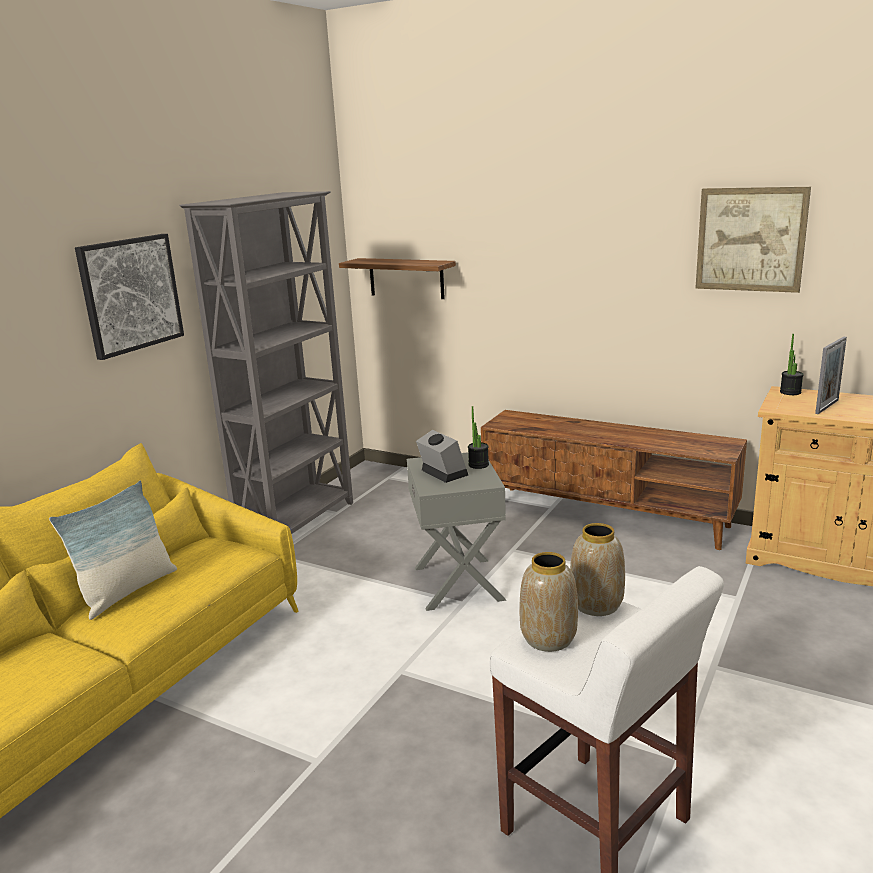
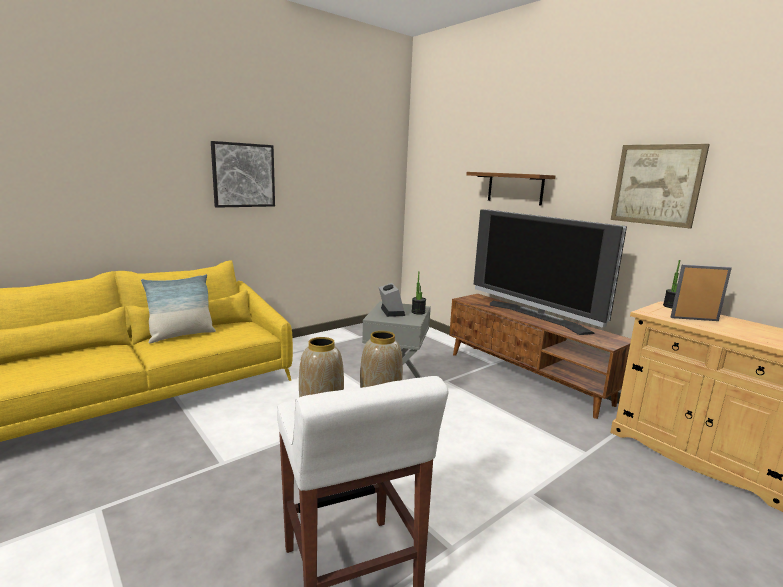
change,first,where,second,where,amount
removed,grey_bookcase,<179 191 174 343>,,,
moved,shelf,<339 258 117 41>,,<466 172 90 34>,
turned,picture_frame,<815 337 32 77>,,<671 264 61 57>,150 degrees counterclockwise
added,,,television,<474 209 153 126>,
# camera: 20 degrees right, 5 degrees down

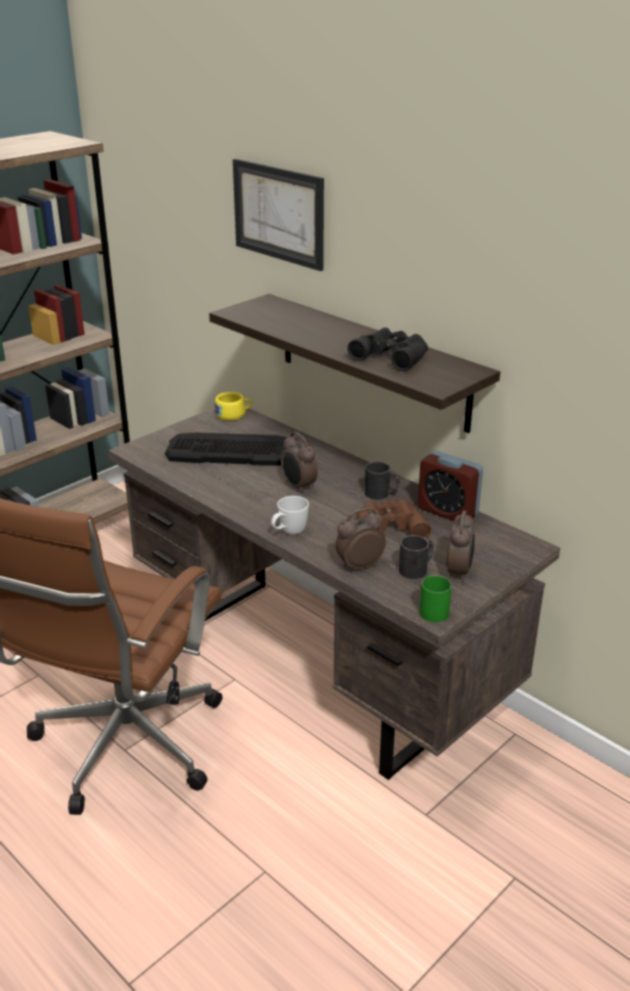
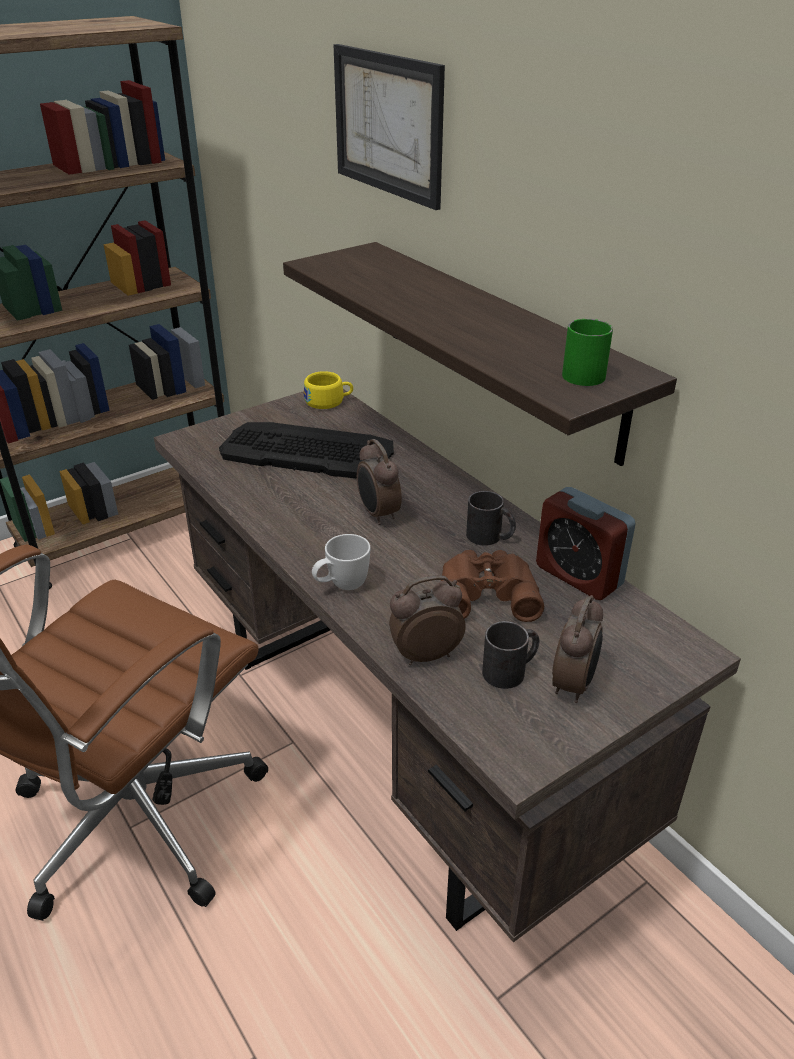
change,first,where,second,where,amount
removed,black_binoculars,<347 328 81 43>,,,
moved,green_mug,<419 575 33 47>,,<562 319 51 67>,
# camera: 10 degrees right, 5 degrees up

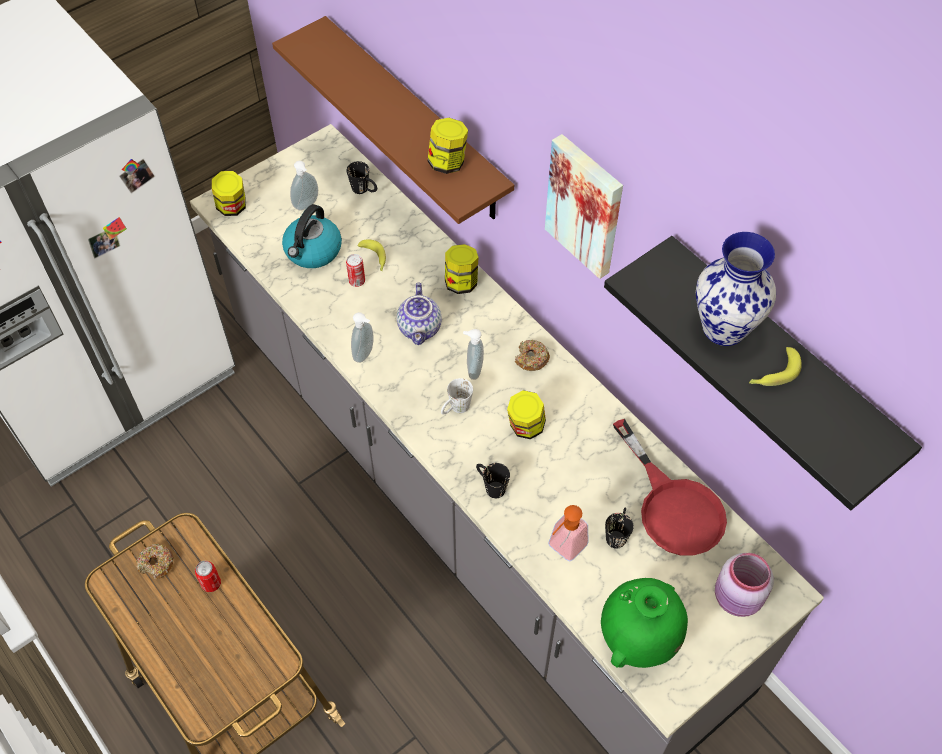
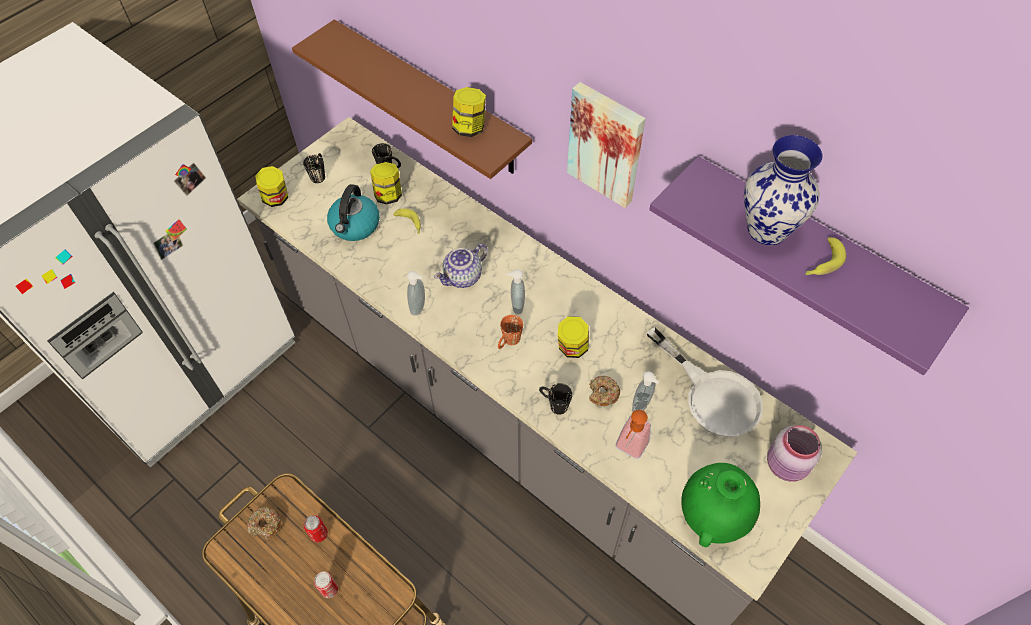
change,first,where,second,where,amount
moved,soap_dispenser,<290 161 28 49>,,<632 371 28 41>,
moved,can,<346 254 19 33>,,<314 572 24 26>,
turned,teapot,<397 283 45 62>,,<434 243 54 45>,60 degrees clockwise
recoloured,white_mug,<441 378 32 37>,orange_mug,<498 315 25 34>,
moved,jar,<445 244 33 50>,,<370 162 32 42>,
moved,donut,<515 340 35 31>,,<589 376 31 30>,
recoloured,black_shelf,<604 236 318 274>,purple_shelf,<649 156 320 219>,
moved,black_mug,<605 507 29 42>,,<303 153 22 30>,
recoloured,red_frying_pan,<613 419 114 136>,white_frying_pan,<647 327 116 110>,
# camera: 10 degrees left, 0 degrees up

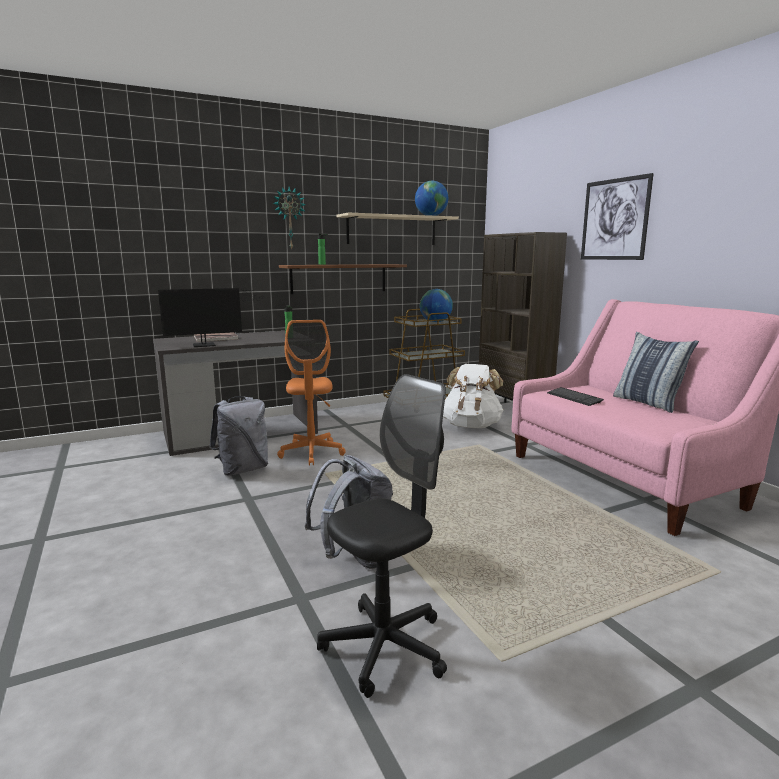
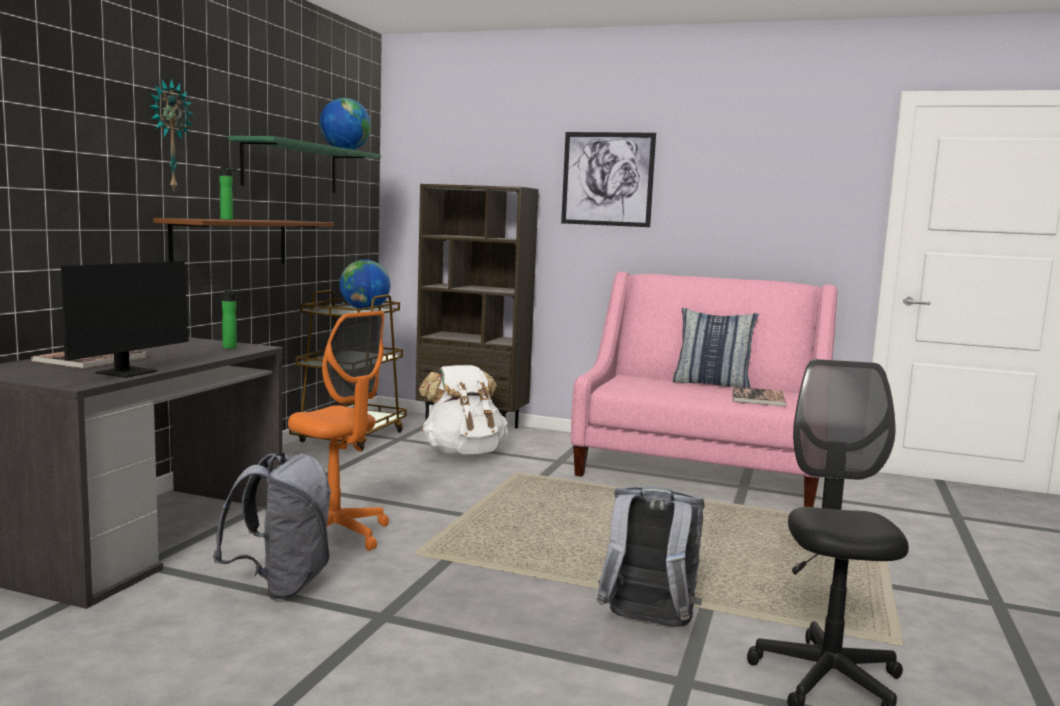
change,first,where,second,where,amount
recoloured,beige_shelf,<336 212 123 33>,green_shelf,<229 136 152 57>,
removed,keyboard,<547 387 57 19>,,,
added,,,book,<732 387 54 19>,
# camera: 45 degrees left, 5 degrees down

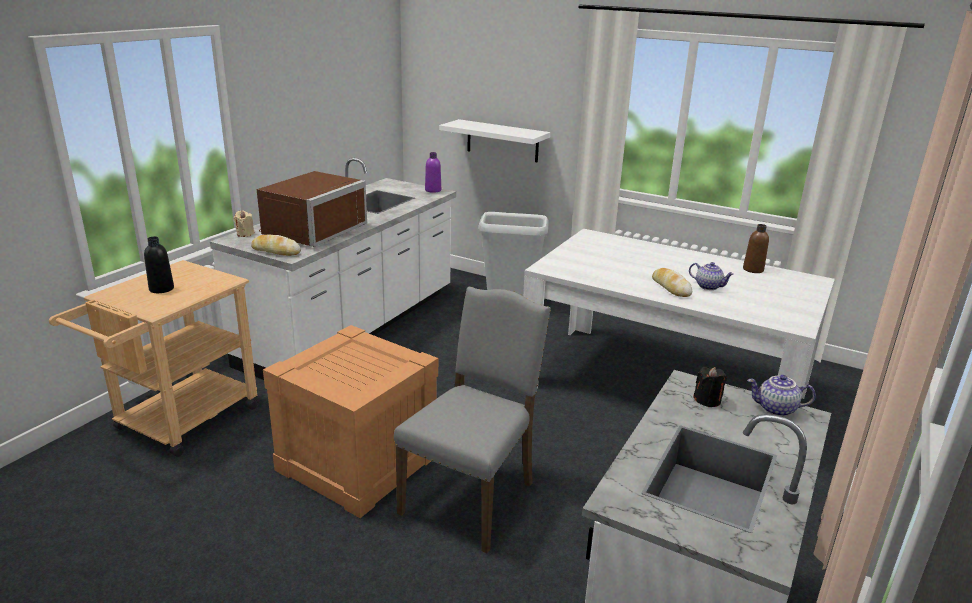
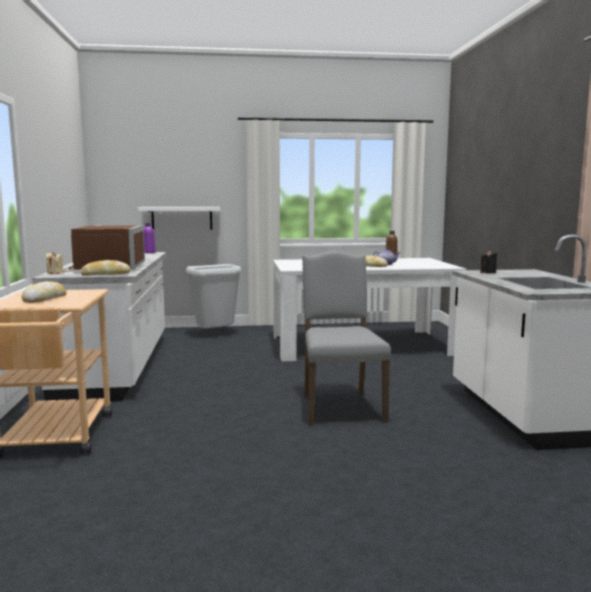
change,first,where,second,where,amount
replaced,black_bottle,<144 236 30 57>,bread,<22 281 45 22>,
removed,crate,<263 325 175 193>,,,
removed,teapot,<747 375 69 42>,,,
# camera: 35 degrees left, 15 degrees down

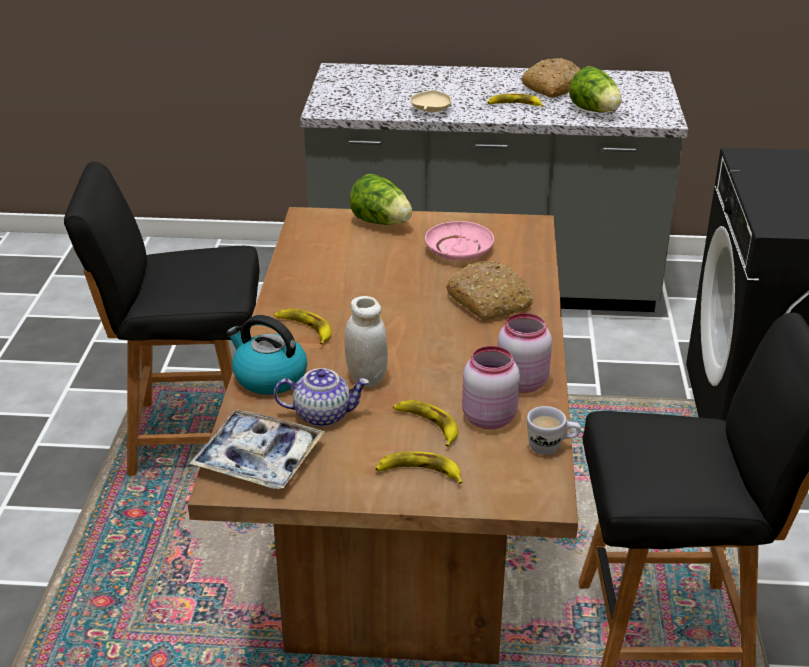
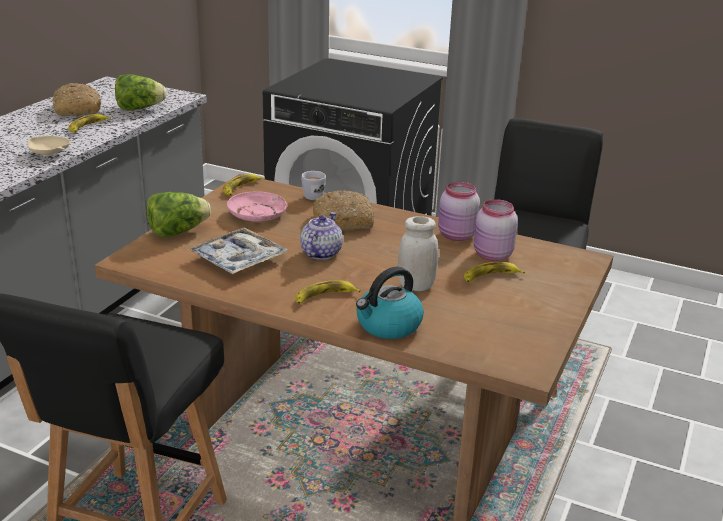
change,first,where,second,where,amount
moved,tray,<189 409 136 80>,,<188 227 100 47>,
moved,teapot,<274 368 95 59>,,<300 212 43 48>,
moved,banana,<375 452 88 32>,,<223 174 42 22>,
moved,white_mug,<527 406 54 49>,,<301 171 25 29>,
# camera: 70 degrees left, 5 degrees down

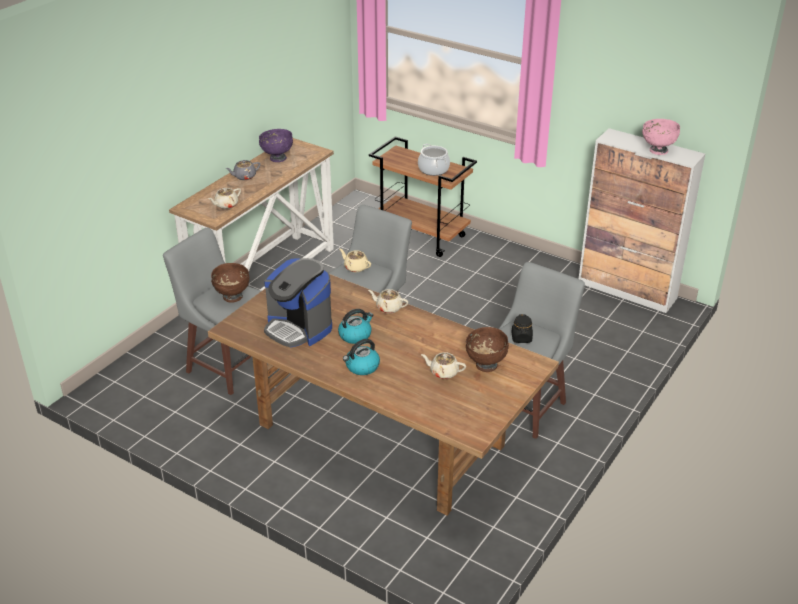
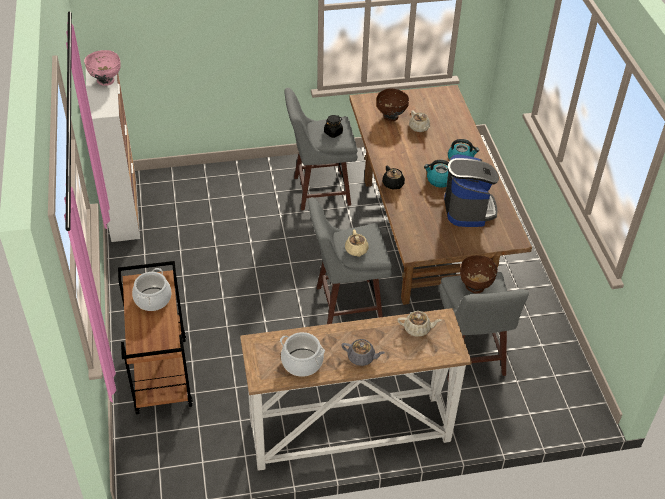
change,first,where,second,where,amount
replaced,purple_bowl,<259 129 34 33>,cooking_pot,<280 332 45 45>,
recoloured,beige_teapot,<368 289 40 24>,black_teapot,<382 166 23 24>,
# camera: 135 degrees left, 10 degrees up

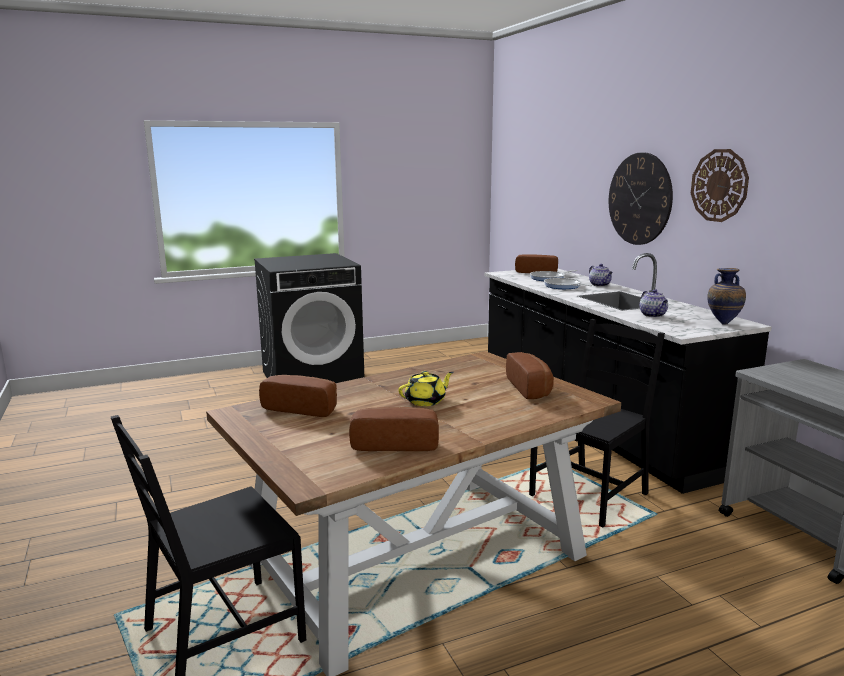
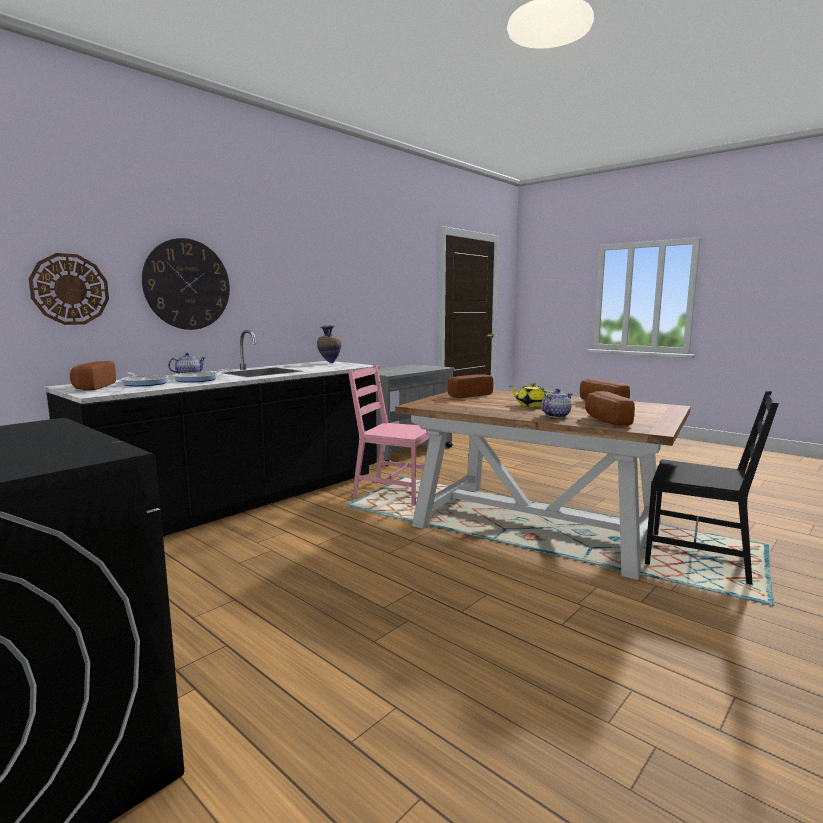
change,first,where,second,where,amount
recoloured,black_chair,<529 319 136 209>,pink_chair,<348 365 82 141>,
moved,teapot,<640 289 28 28>,,<541 389 31 29>,
moved,wall_clock,<691 149 58 73>,,<29 253 80 72>,
# camera: 115 degrees left, 5 degrees down

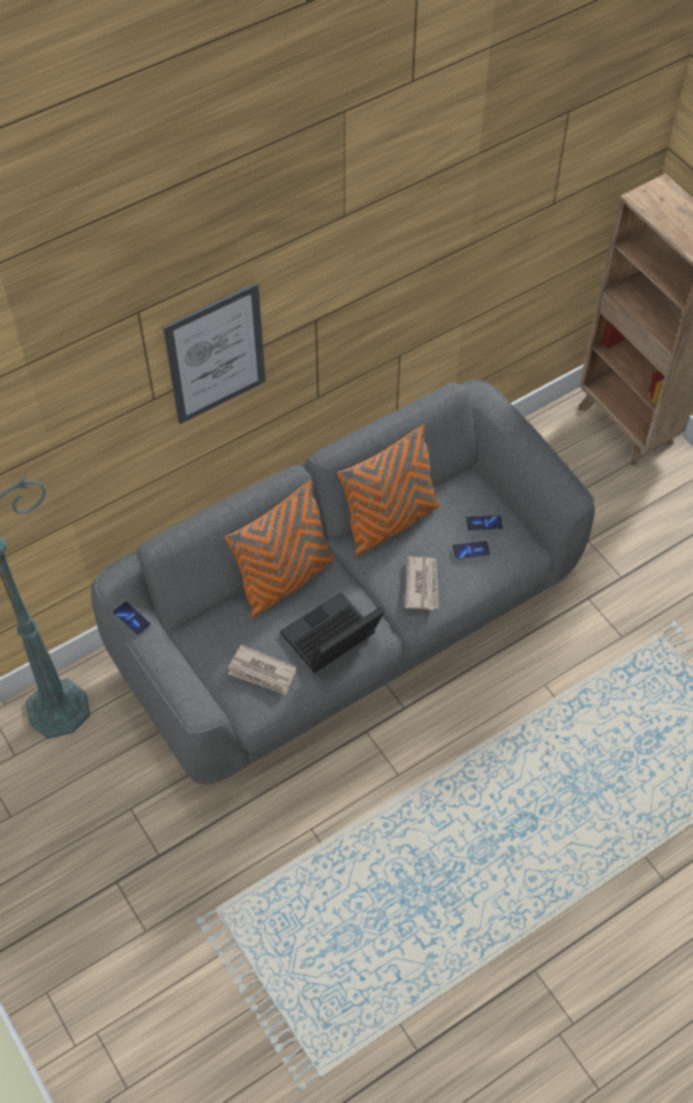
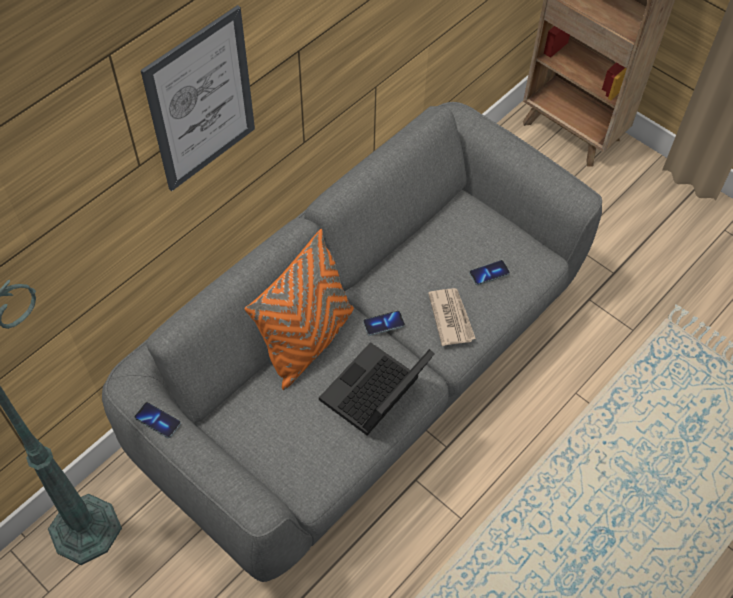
change,first,where,second,where,amount
removed,newspaper,<228 644 69 51>,,,
removed,orange_pillow,<337 424 103 132>,,,
moved,phone,<466 515 37 17>,,<363 311 42 25>,
# camera: 15 degrees left, 0 degrees up

